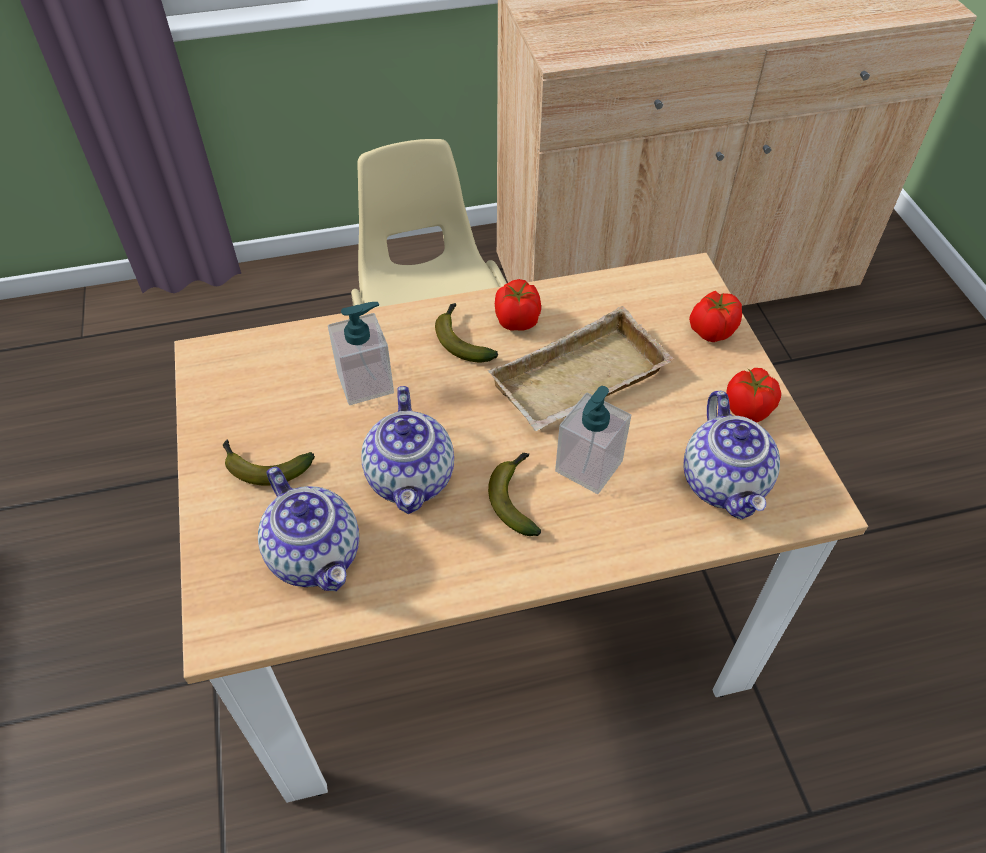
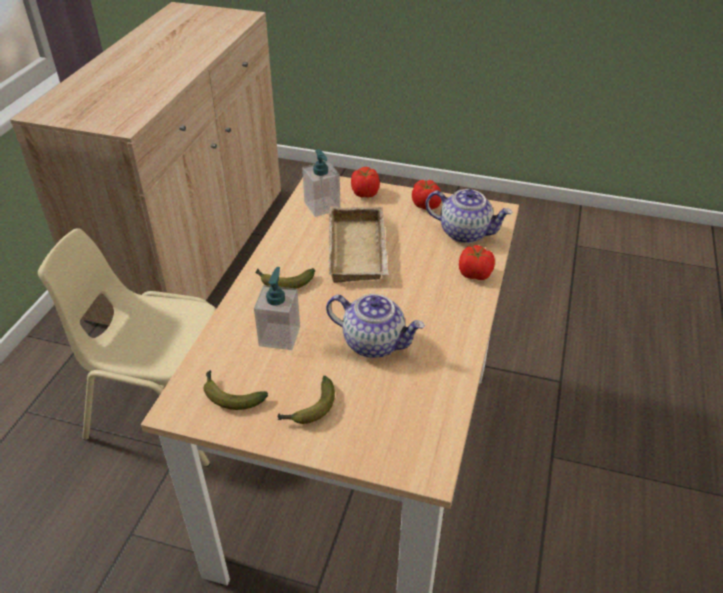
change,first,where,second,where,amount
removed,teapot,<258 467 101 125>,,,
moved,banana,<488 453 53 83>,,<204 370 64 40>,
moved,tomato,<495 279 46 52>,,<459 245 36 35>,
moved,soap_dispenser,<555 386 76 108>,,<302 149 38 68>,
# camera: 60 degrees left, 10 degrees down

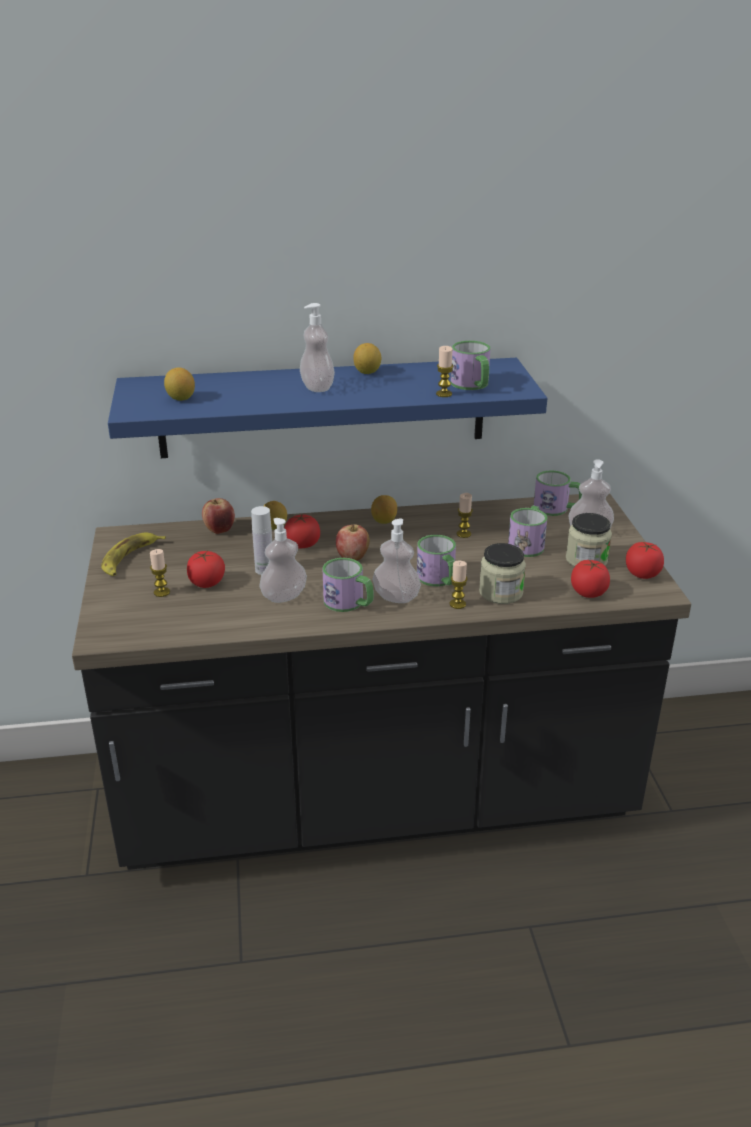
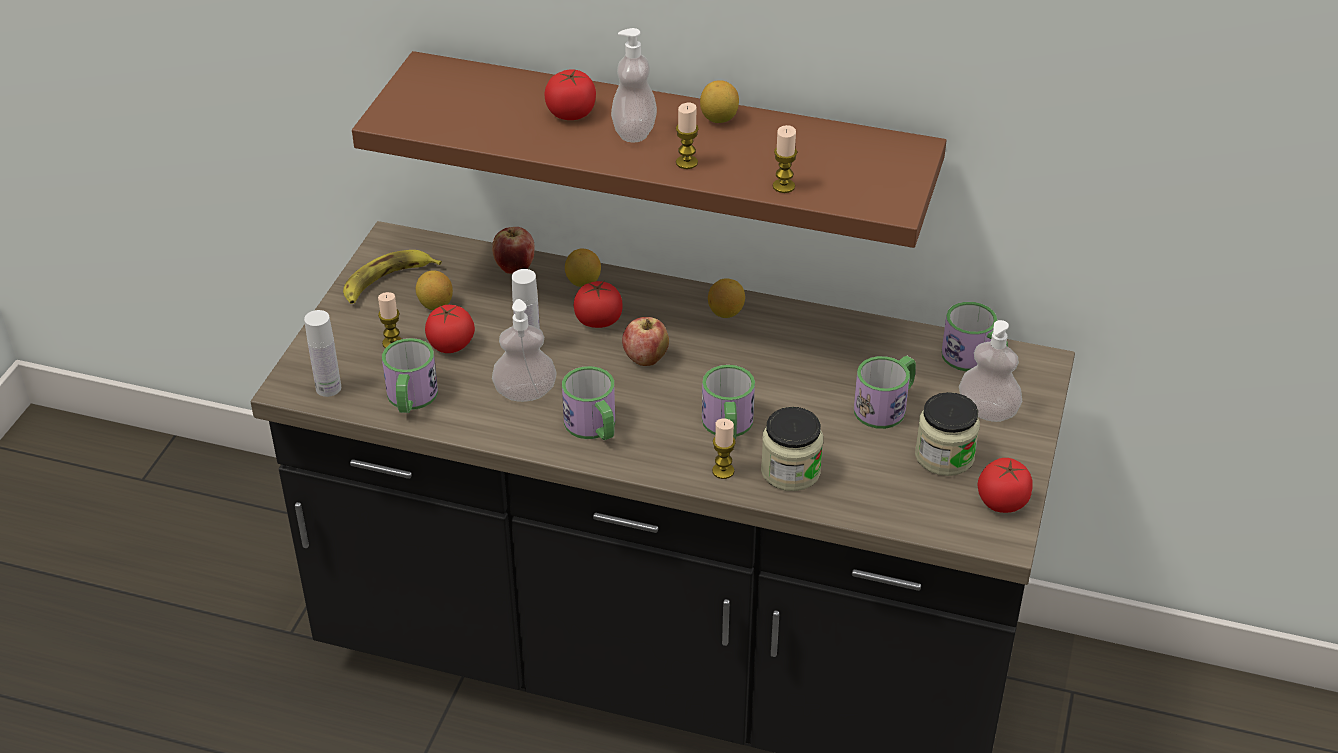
change,first,where,second,where,amount
recoloured,blue_shelf,<108 358 440 100>,brown_shelf,<352 51 594 197>,
moved,lemon,<164 367 31 34>,,<416 271 37 39>,
removed,soap_dispenser,<372 518 49 85>,,,
moved,mug,<451 341 39 49>,,<382 338 56 75>,
moved,candle,<457 493 16 45>,,<676 103 23 66>,
moved,tomato,<571 560 39 38>,,<544 69 52 51>,
added,,,white_bottle,<304 310 37 87>,
# camera: 25 degrees right, 10 degrees up

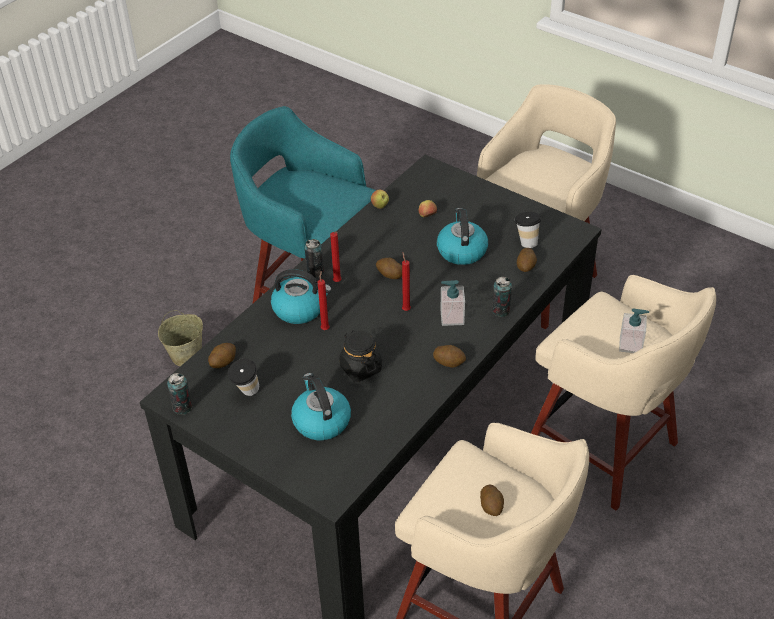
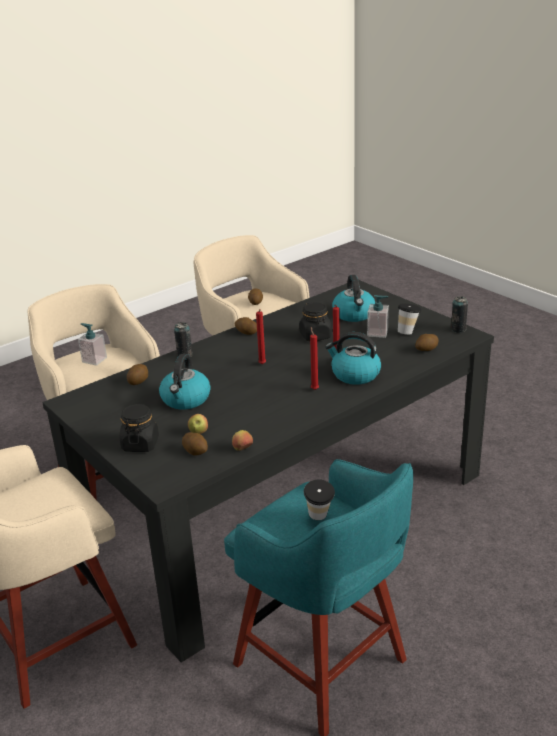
change,first,where,second,where,amount
removed,beige_bucket,<158 310 45 56>,,,
removed,can,<305 239 19 39>,,,
moved,potato,<376 258 26 21>,,<182 432 26 23>,
moved,soap_dispenser,<441 280 24 46>,,<367 295 22 43>,
moved,cup,<514 212 27 36>,,<304 479 31 41>,
added,,,black_jar,<119 404 40 48>,
# camera: 165 degrees left, 15 degrees down

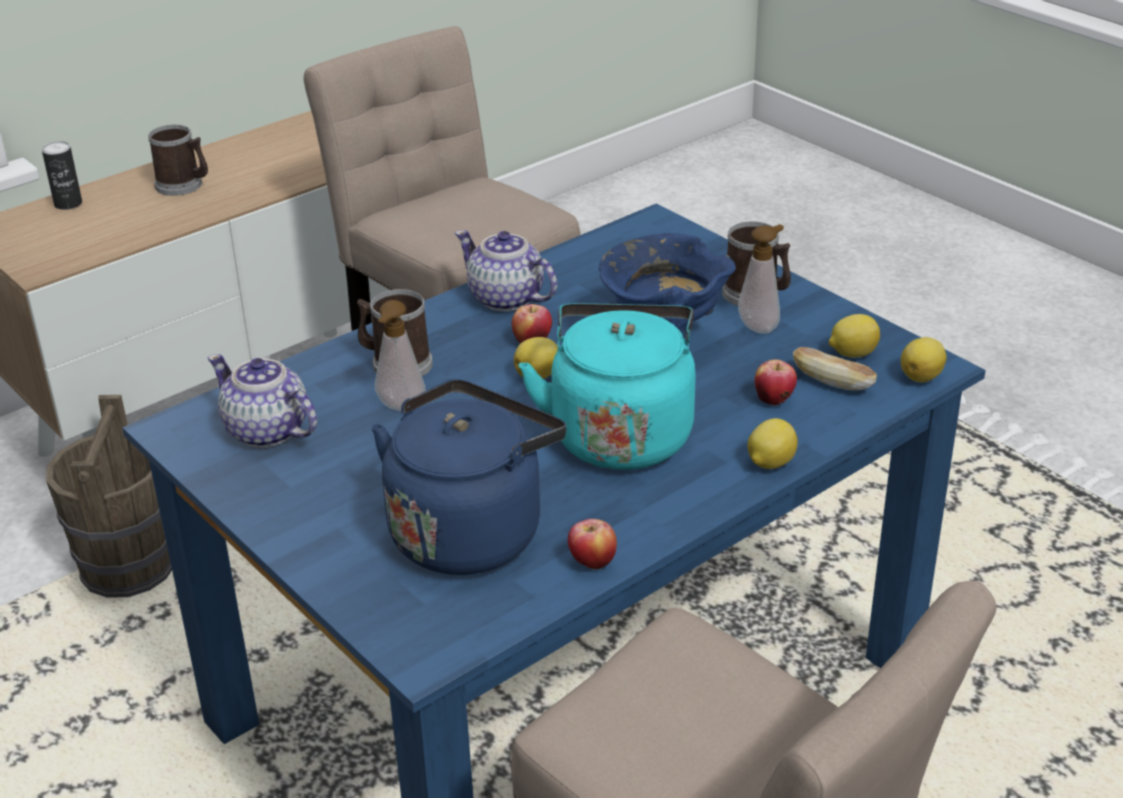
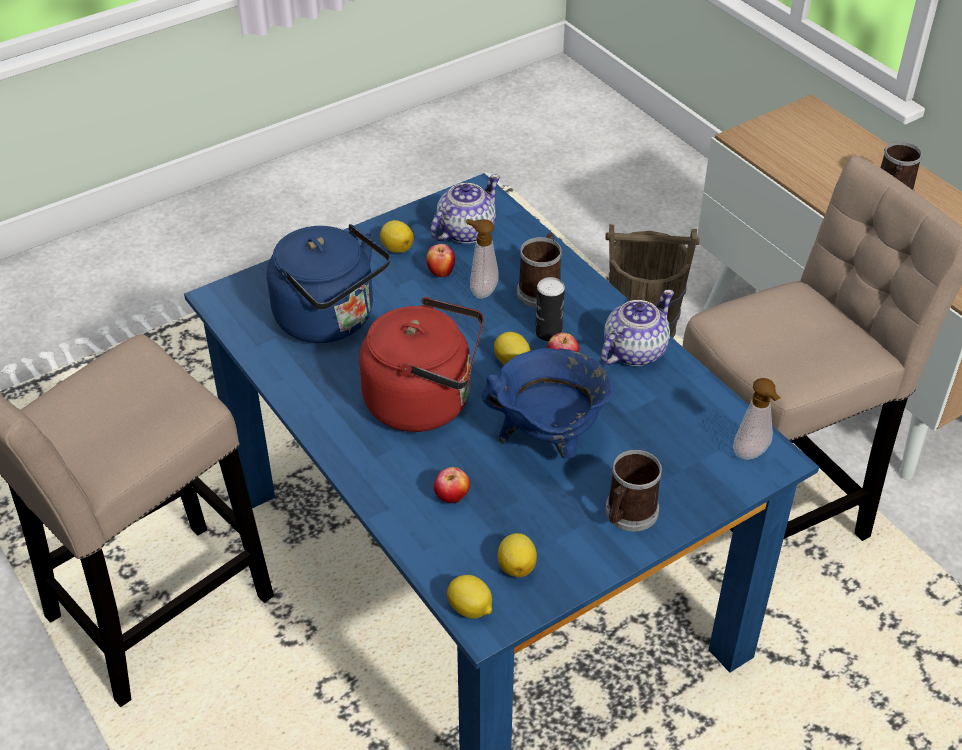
change,first,where,second,where,amount
moved,can,<42 141 40 69>,,<535 277 30 64>,
recoloured,turquoise_kettle,<519 303 177 167>,red_kettle,<359 297 125 135>,
moved,apple,<568 519 49 51>,,<426 244 29 33>,
moved,soap_dispenser,<738 224 46 110>,,<733 378 48 82>,
moved,lemon,<748 418 50 51>,,<380 220 34 33>,
removed,bread,<793 347 84 43>,,,
# camera: 95 degrees right, 10 degrees up

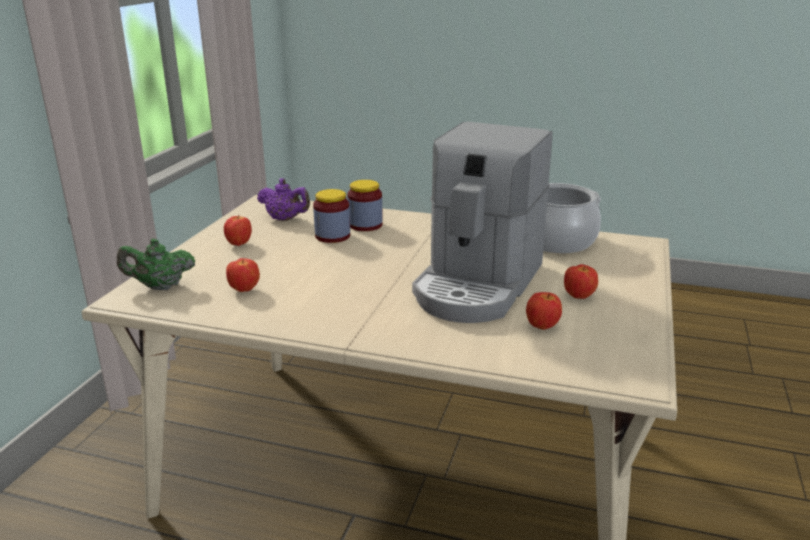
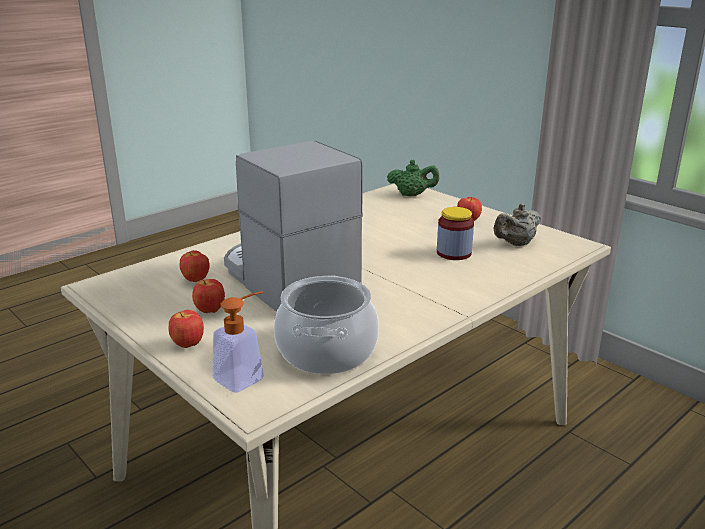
change,first,where,second,where,amount
turned,green_teapot,<117 239 78 51>,,<387 160 52 36>,75 degrees clockwise
moved,apple,<226 258 34 34>,,<169 310 35 38>,
recoloured,purple_teapot,<257 178 53 43>,beige_teapot,<494 203 47 43>,
removed,jar,<347 180 36 51>,,,
added,,,soap_dispenser,<213 291 51 102>,
# camera: 120 degrees right, 0 degrees up

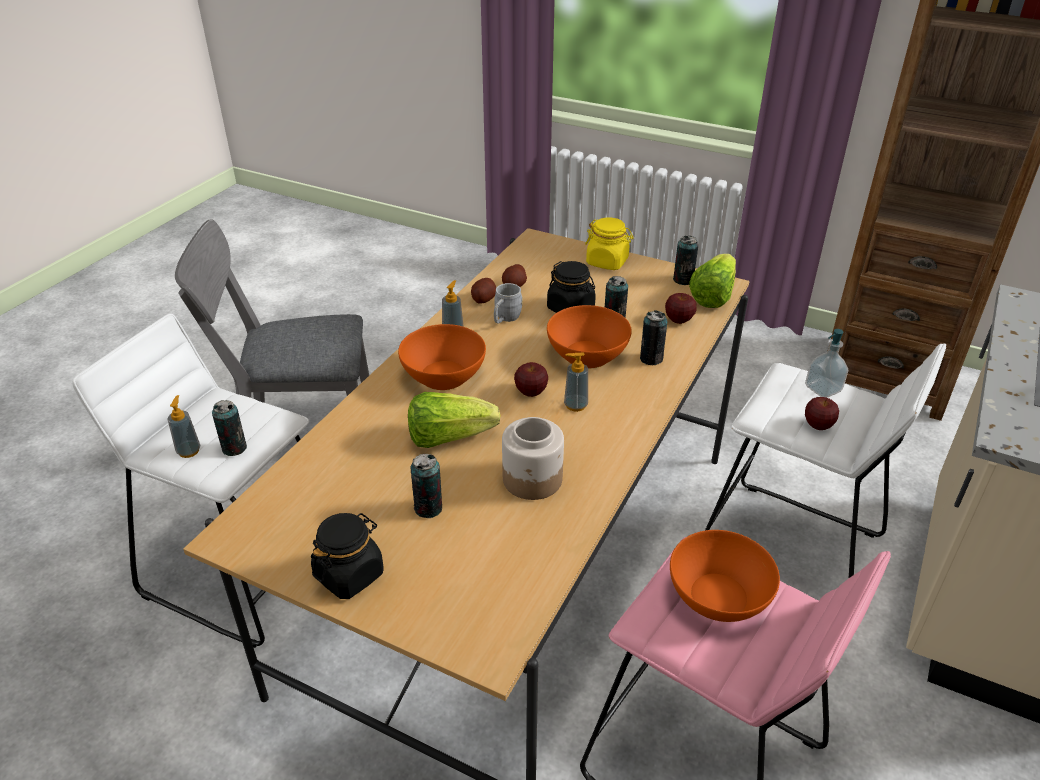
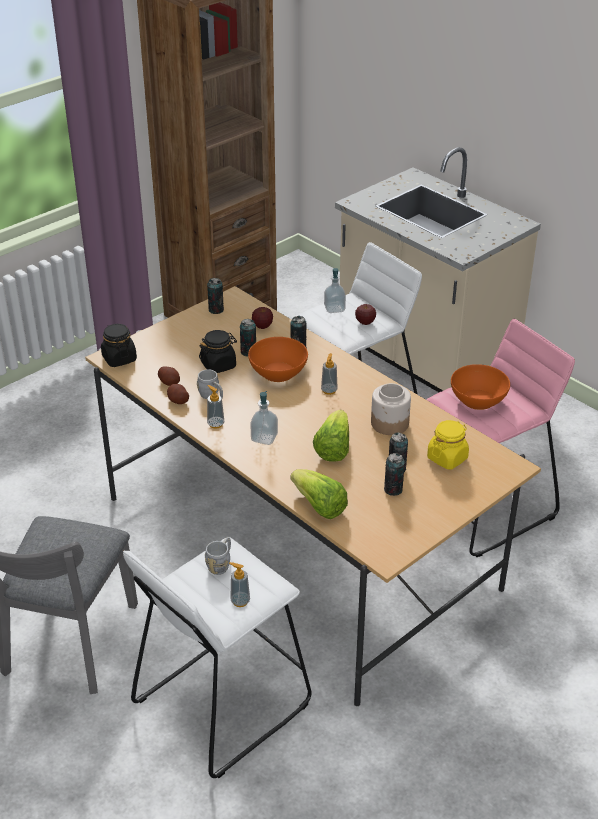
change,first,where,second,where,amount
moved,can,<212 400 35 56>,,<384 453 21 43>,
moved,black_jar,<311 513 73 86>,,<101 324 36 43>,
replaced,orange_bowl,<398 324 88 66>,soap_dispenser,<250 391 28 54>,
removed,apple,<514 362 34 35>,,,
moved,yellow_jar,<585 217 49 53>,,<427 420 42 49>,
moved,lettuce,<689 254 47 54>,,<291 469 57 50>,
added,,,grey_mug,<205 537 26 38>,
# camera: 70 degrees left, 0 degrees up

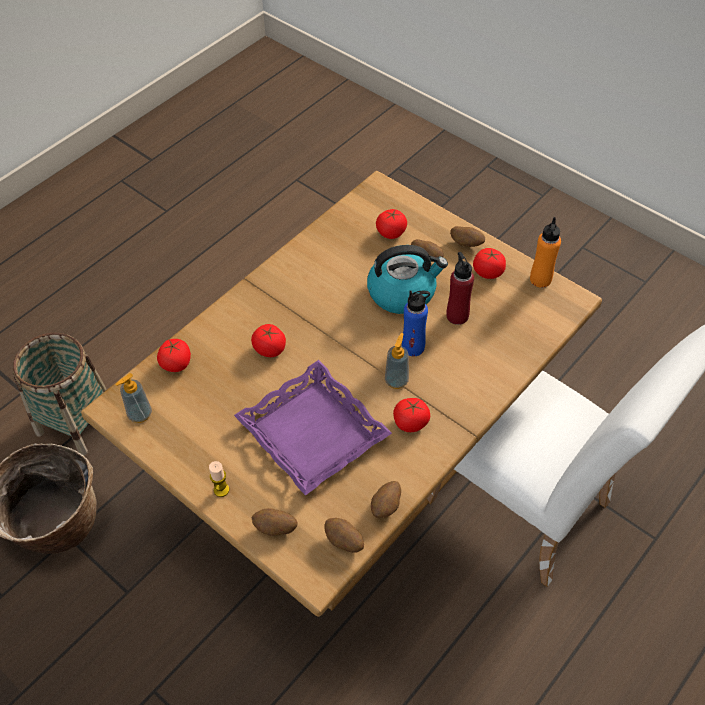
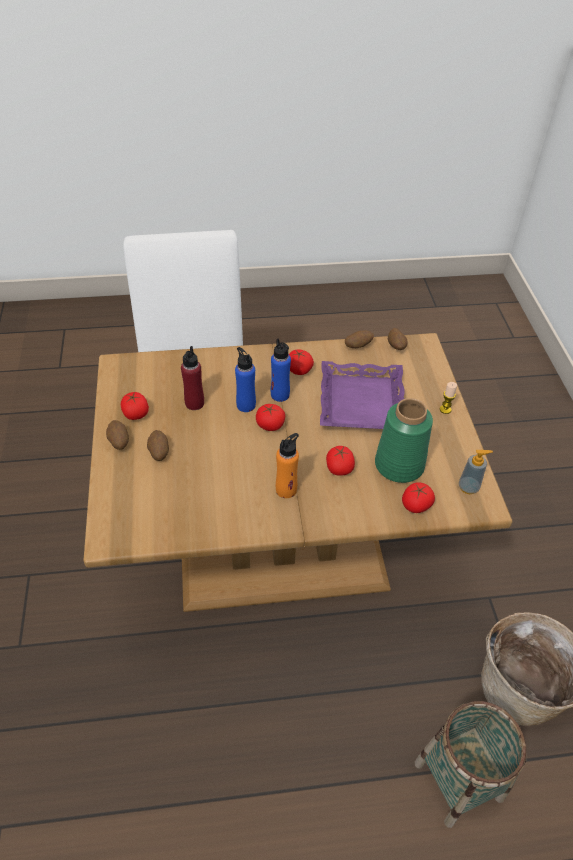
change,first,where,second,where,amount
removed,potato,<252 508 46 28>,,,
removed,kettle,<367 245 81 69>,,,
moved,tomato,<376 209 31 30>,,<256 404 29 27>,
replaced,soap_dispenser,<385 333 24 56>,blue_bottle,<271 339 20 63>,
moved,orange_bottle,<530 217 31 71>,,<276 433 23 65>,
added,,,green_vase,<375 398 58 85>,
# camera: 140 degrees left, 5 degrees down

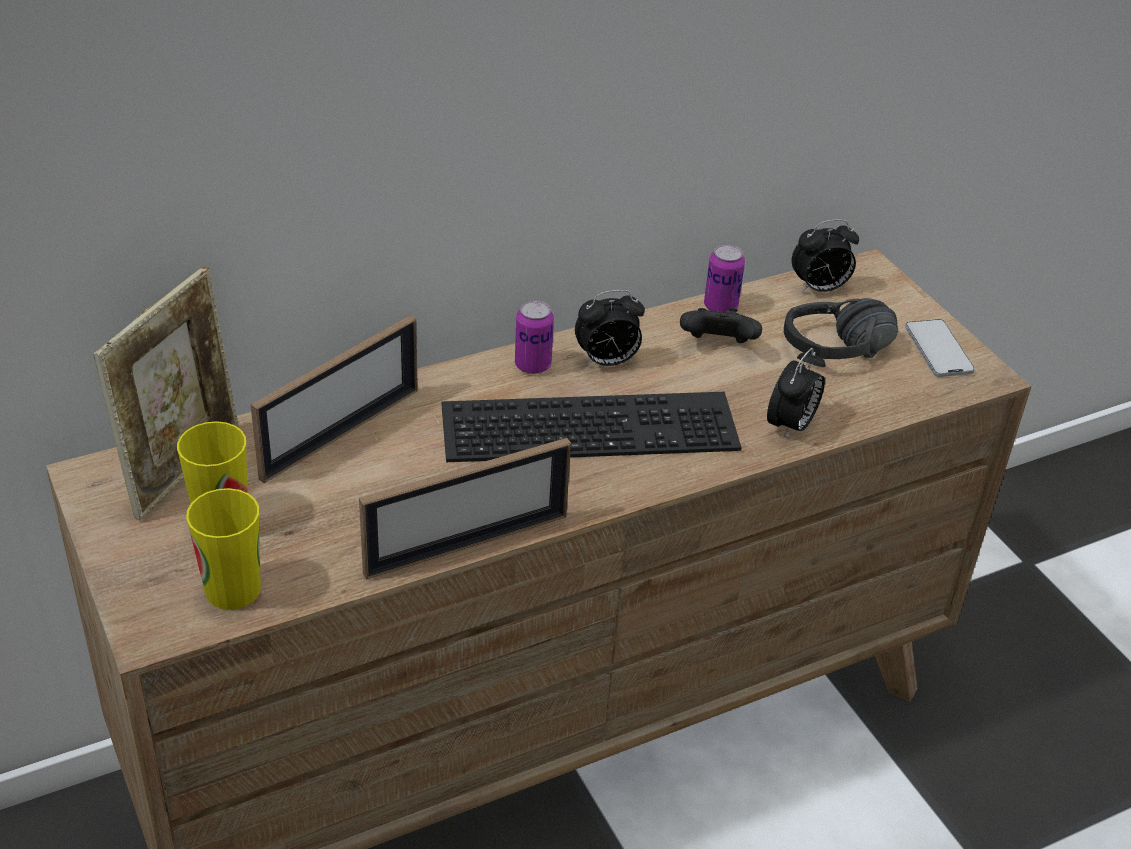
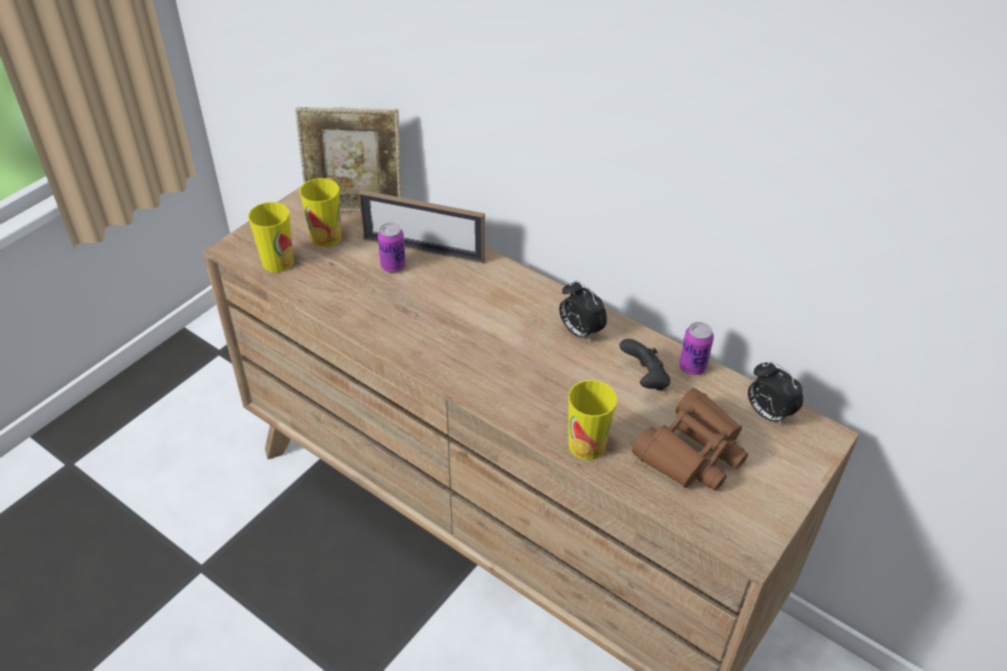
change,first,where,second,where,amount
removed,picture_frame,<359 438 212 142>,,,
removed,keyboard,<441 392 301 70>,,,
moved,can,<515 300 39 74>,,<378 223 28 50>,
replaced,alarm_clock,<767 348 59 92>,cup,<568 380 49 80>,
replaced,black_headphones,<784 298 114 61>,brown_binoculars,<632 388 116 103>,
removed,phone,<905 319 70 58>,,,
# camera: 65 degrees right, 5 degrees up

